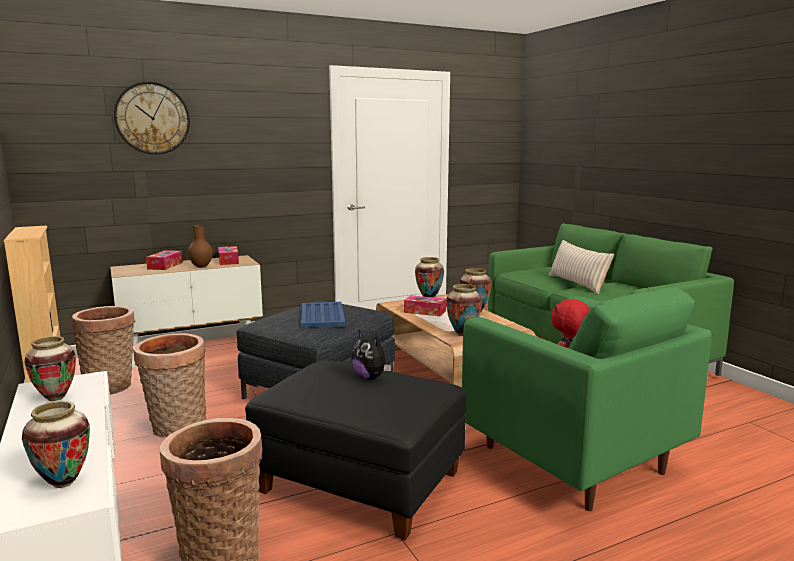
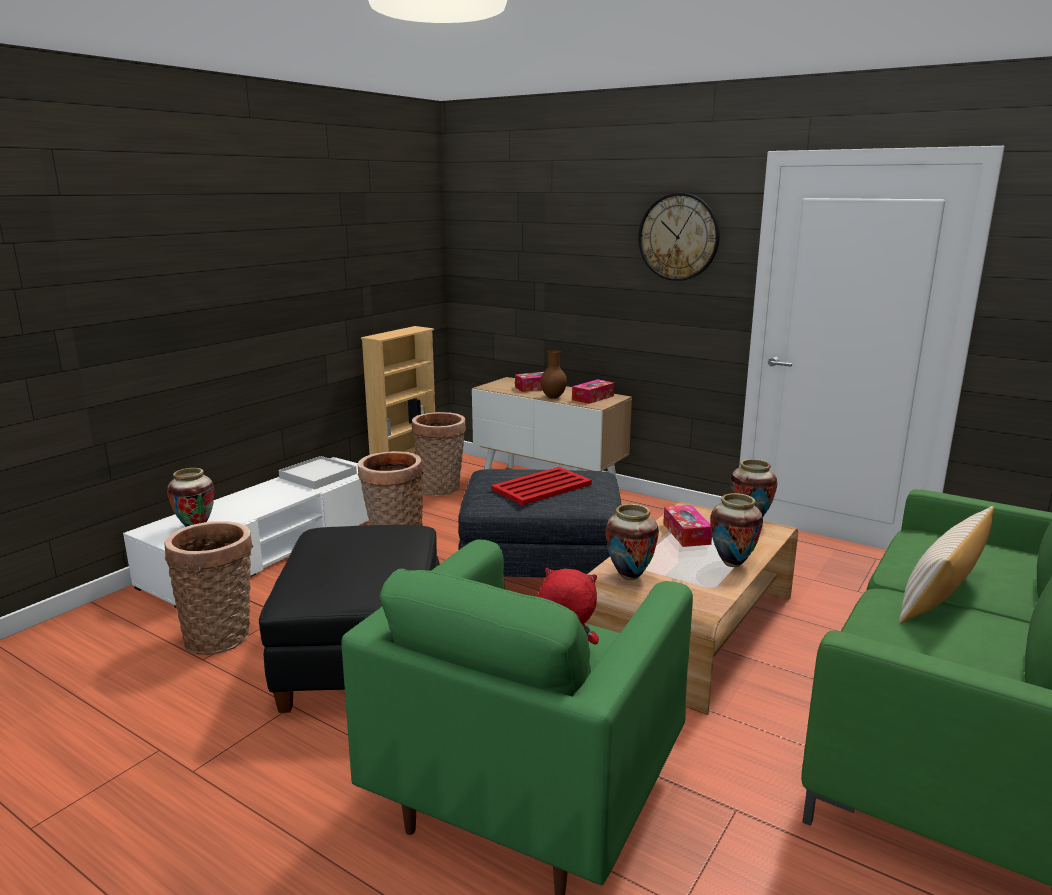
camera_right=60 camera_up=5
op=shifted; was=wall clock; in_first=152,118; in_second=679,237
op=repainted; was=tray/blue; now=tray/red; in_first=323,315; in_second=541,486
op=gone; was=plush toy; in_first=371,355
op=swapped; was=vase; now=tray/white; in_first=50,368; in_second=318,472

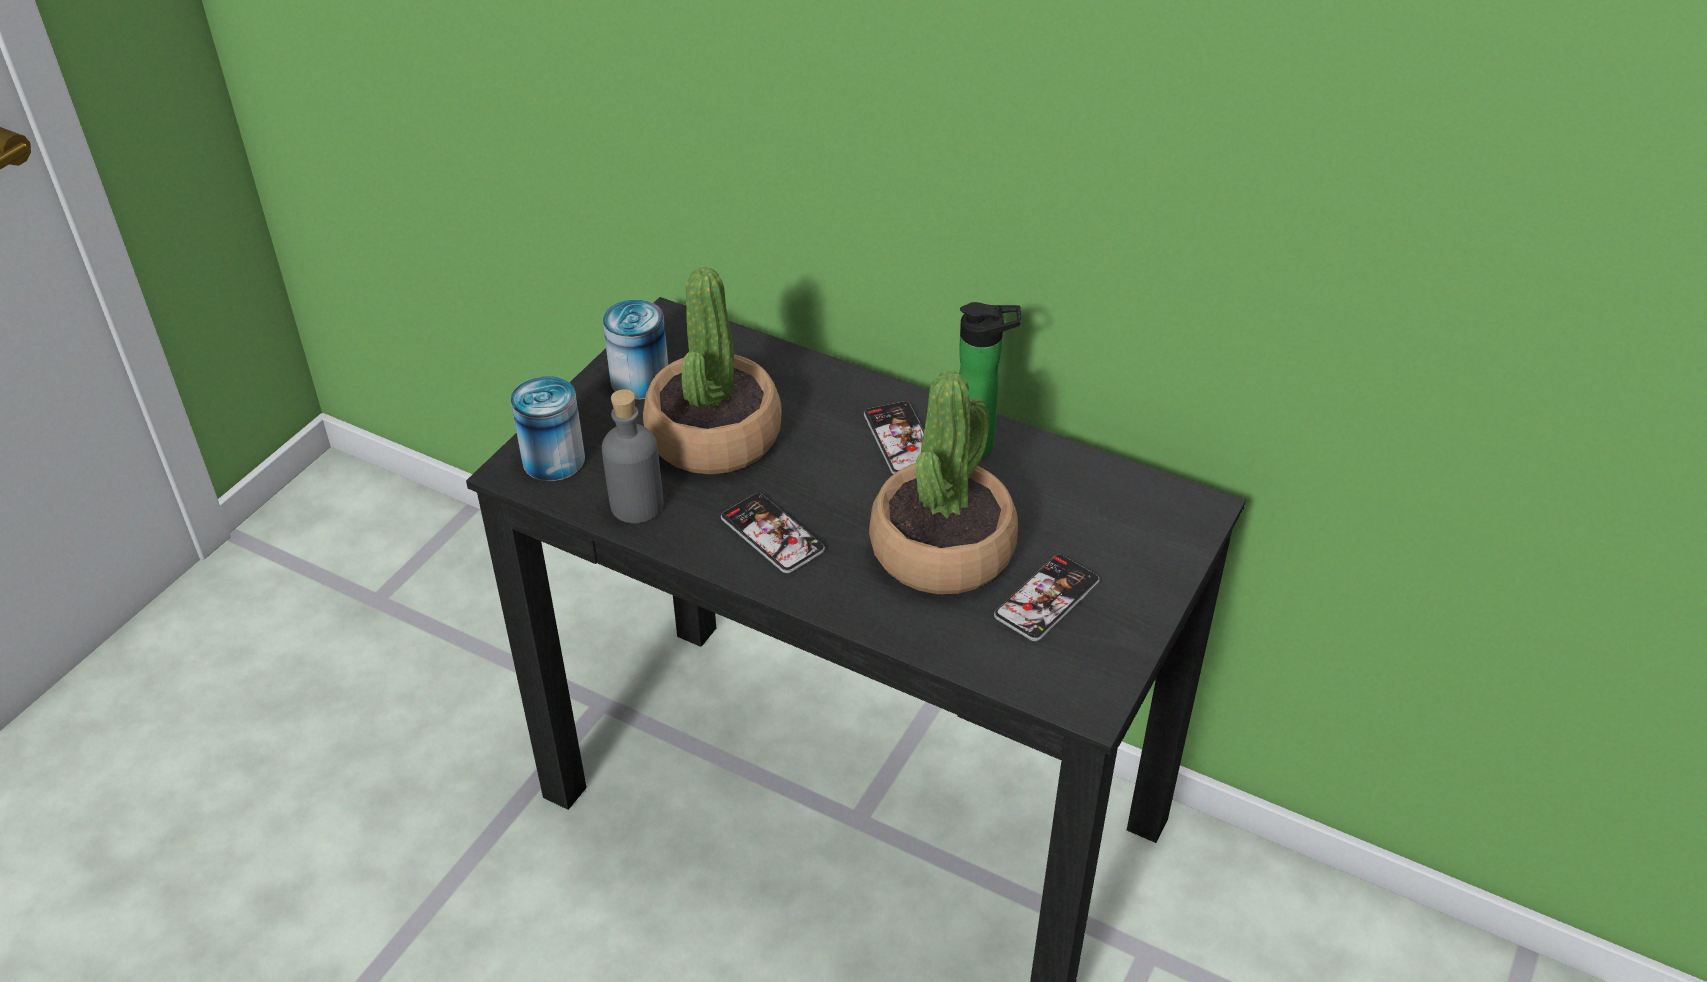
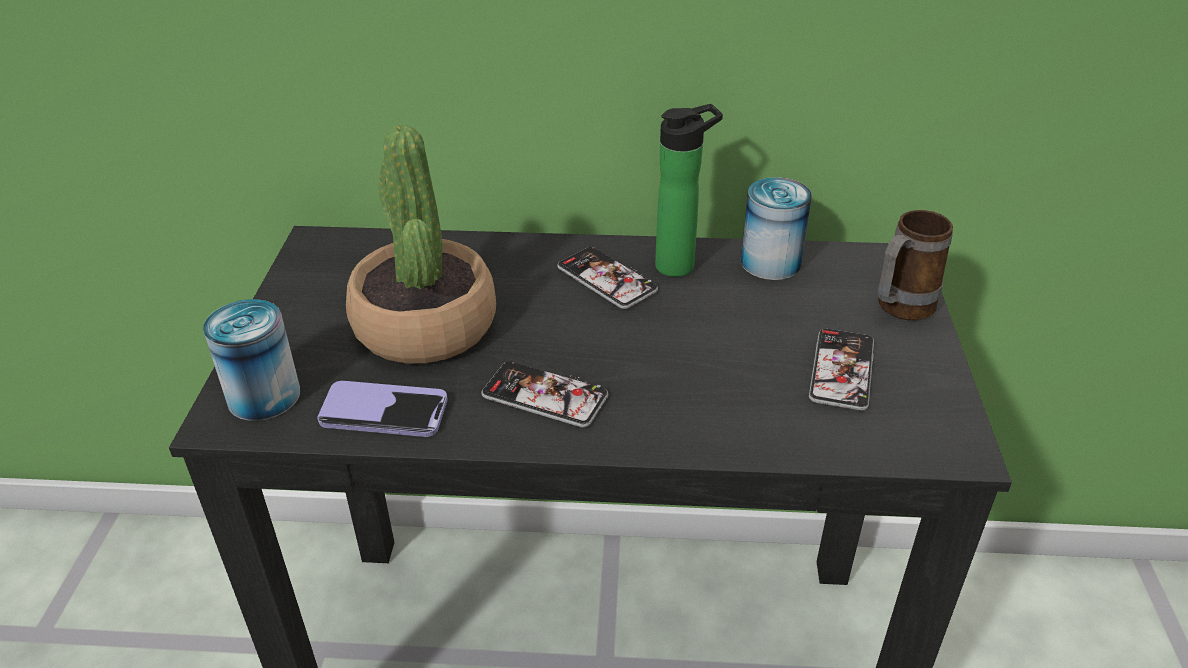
camera_right=-25 camera_up=-5
op=shifted; was=can; in_first=635,350; in_second=776,228
op=gone; was=potted plant; in_first=943,482
op=swapped; was=bottle/grey; now=phone; in_first=633,456; in_second=382,409
op=new; now=mug; in_second=915,265

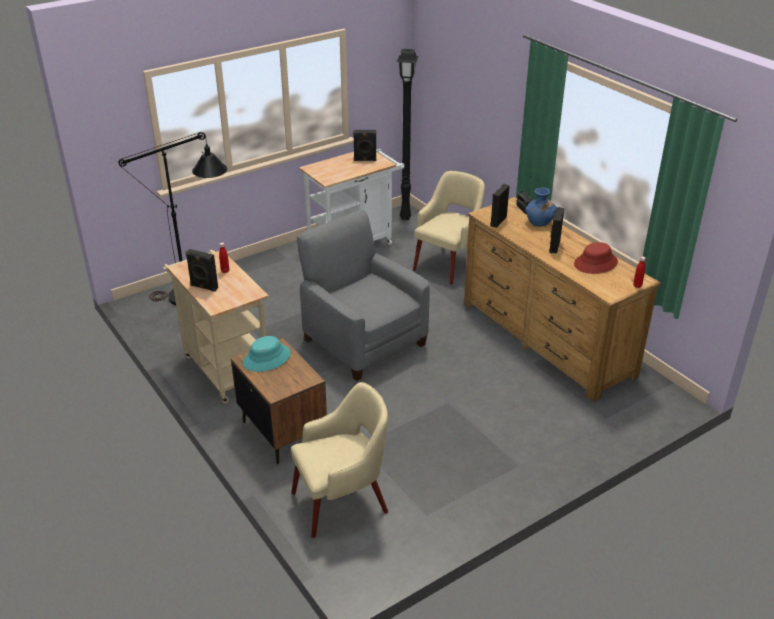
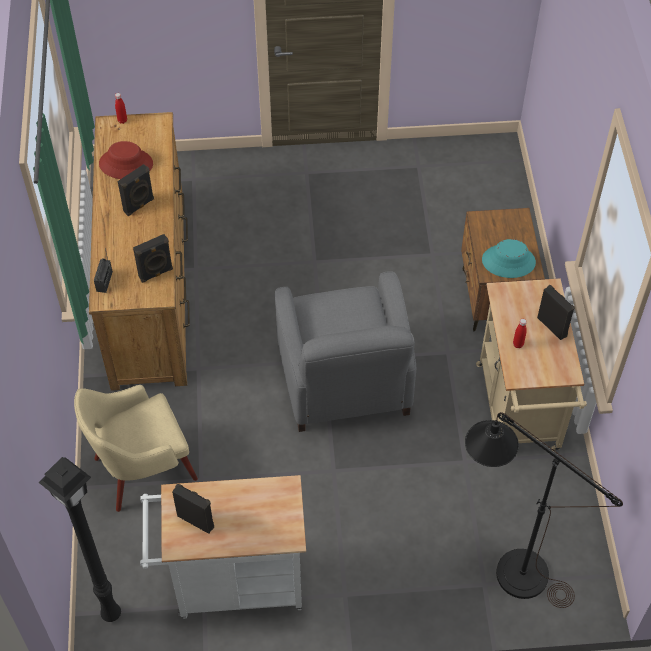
camera_right=-150 camera_up=20
op=gone; was=vase/blue; in_first=541,207
op=gone; was=armchair/beige; in_first=339,460

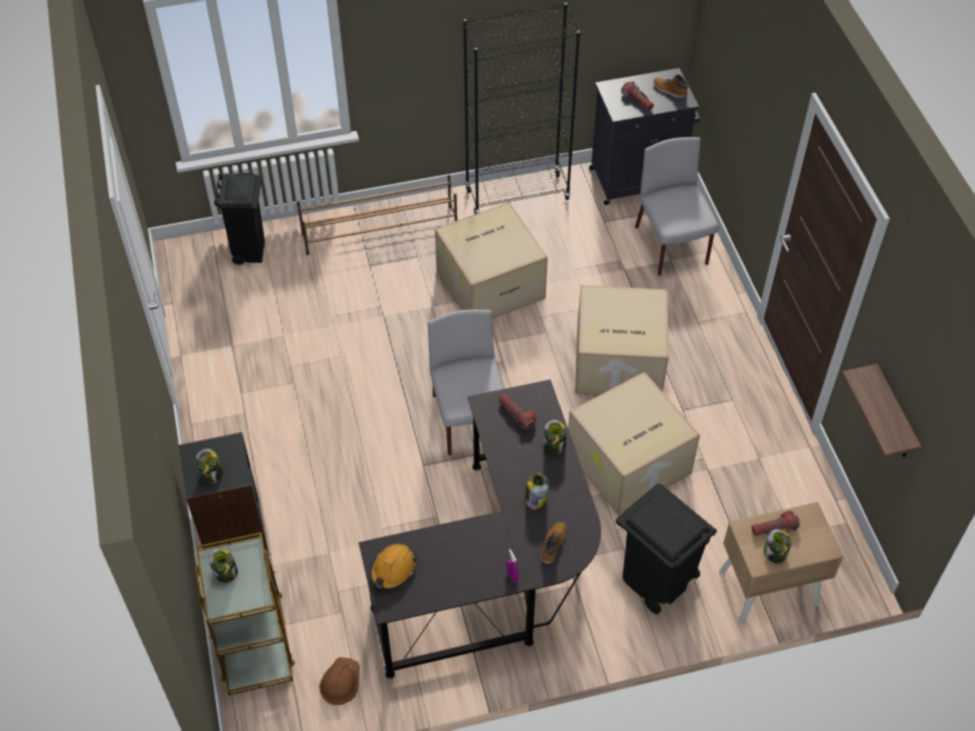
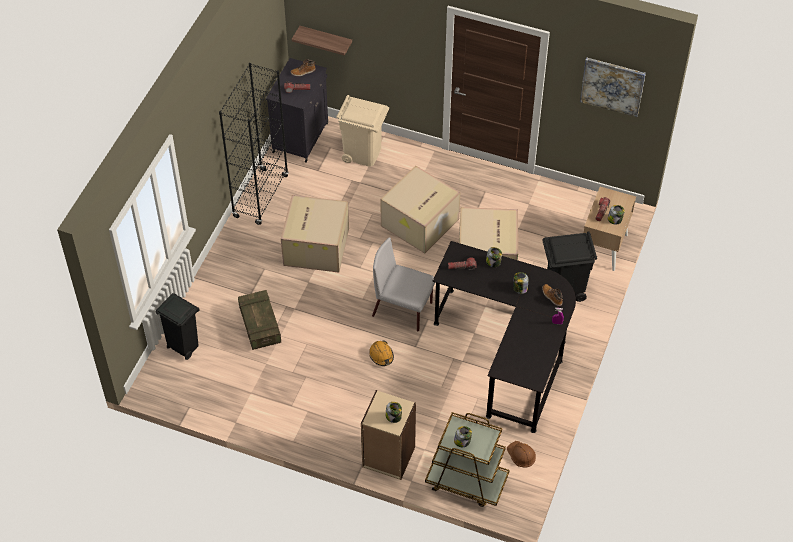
camera_right=-55 camera_up=0
op=swapped; was=chair/grey; now=trash can/beige; in_first=677,206; in_second=362,130
op=gone; was=shoe rack/brown; in_first=377,214
op=shifted; was=shelf; in_first=882,411; in_second=322,41
op=repainted; was=bookcase/black; now=bookcase/beige; in_first=223,492; in_second=388,435
op=shifted; was=hard hat/orange; in_first=394,567; in_second=381,353
op=new; now=picture; in_second=613,87
op=new; now=crate; in_second=259,320

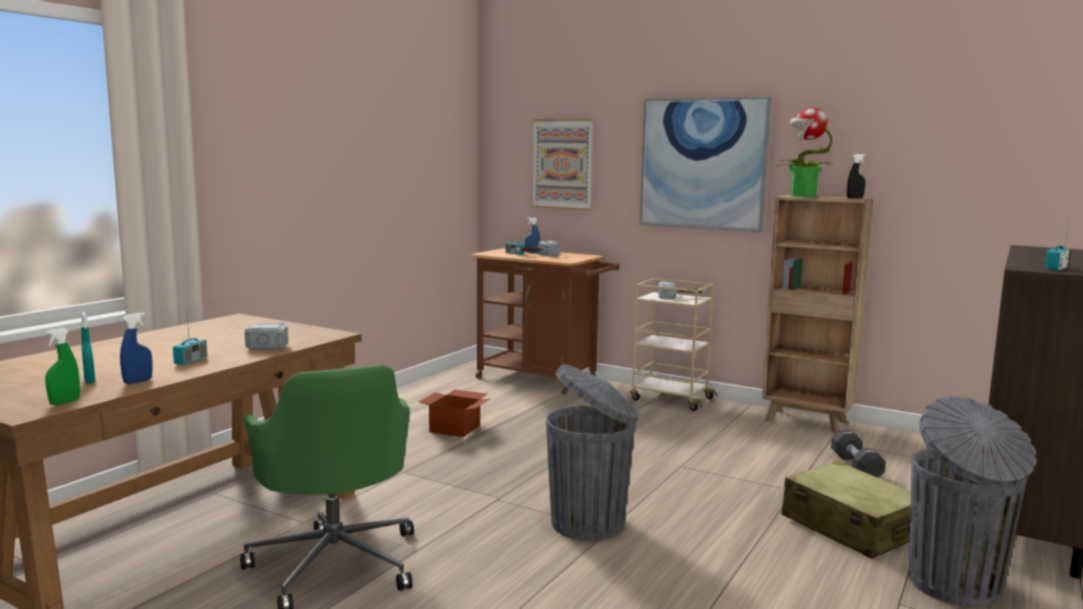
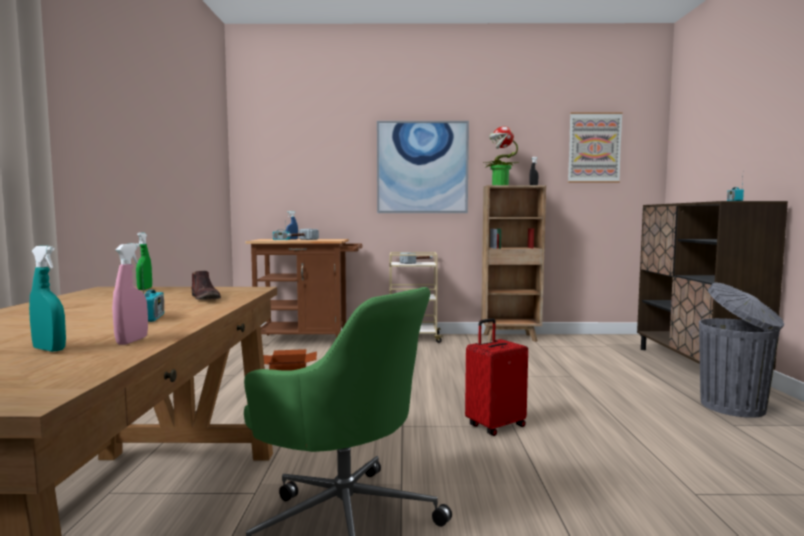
camera_right=-30 camera_up=-5
op=shifted; was=picture; in_first=562,164; in_second=595,147
op=repainted; was=spray bottle/blue; now=spray bottle/pink; in_first=136,348; in_second=130,294
op=swapped; was=hammer; now=shoe/brown; in_first=266,335; in_second=206,285
op=shifted; was=spray bottle/green; in_first=62,366; in_second=144,261
op=swapped; was=trash can/grey; now=suitcase/red; in_first=593,452; in_second=496,377
op=gone; was=dumbbell/black; in_first=858,453
op=gone; was=suitcase/beige; in_first=846,510

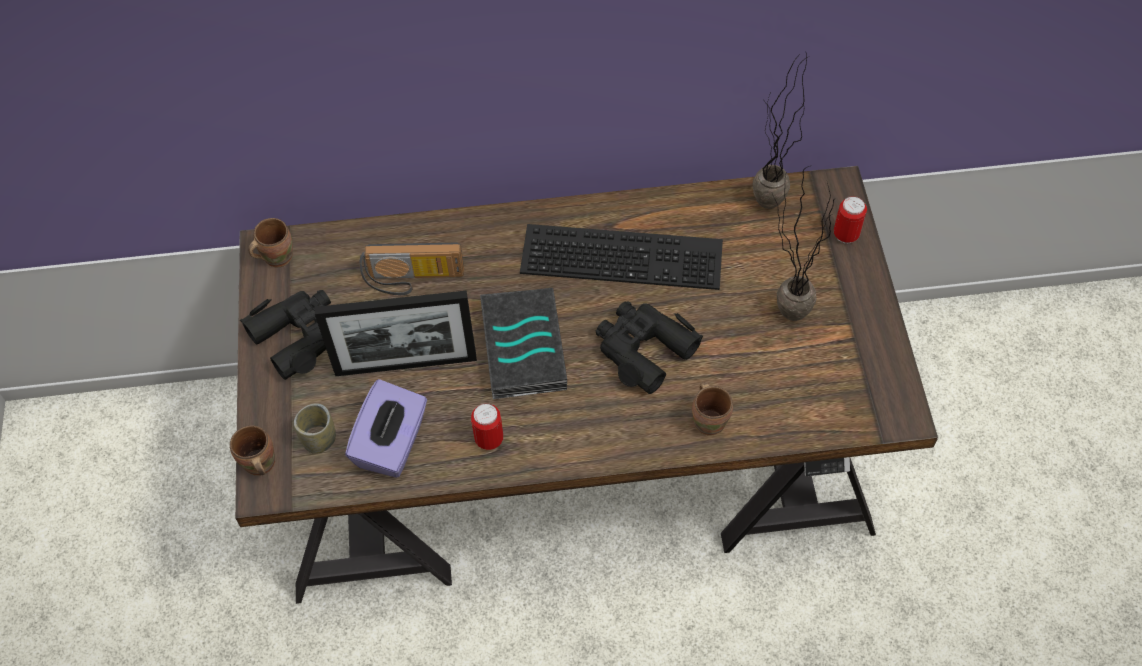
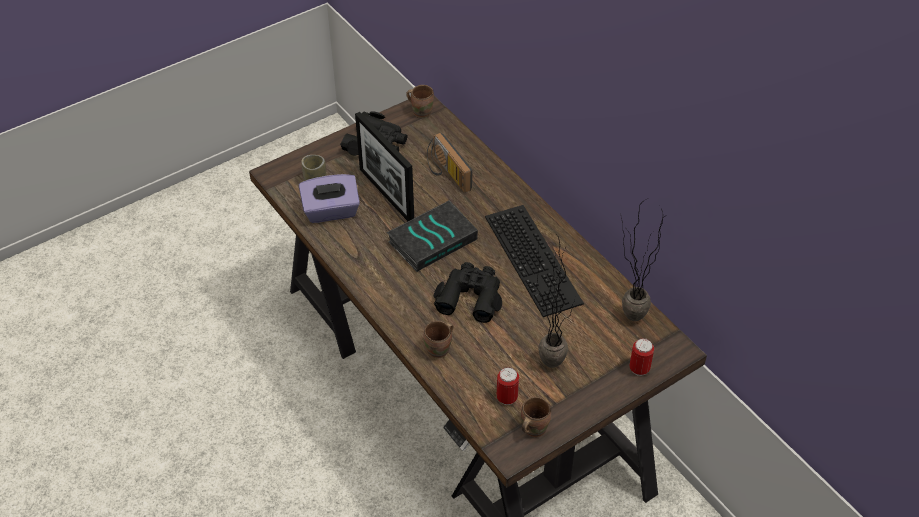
camera_right=60 camera_up=-10
op=shifted; was=can; in_first=487,426; in_second=508,386
op=shifted; was=mug/brown; in_first=252,450; in_second=536,417

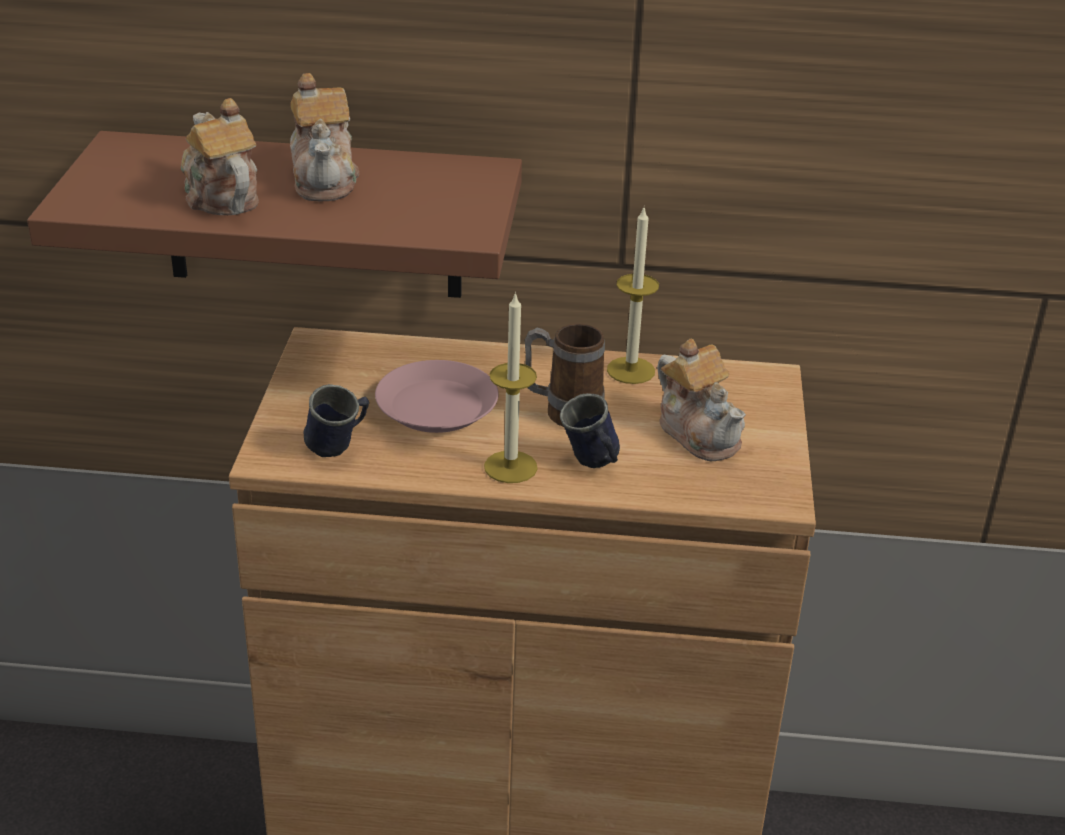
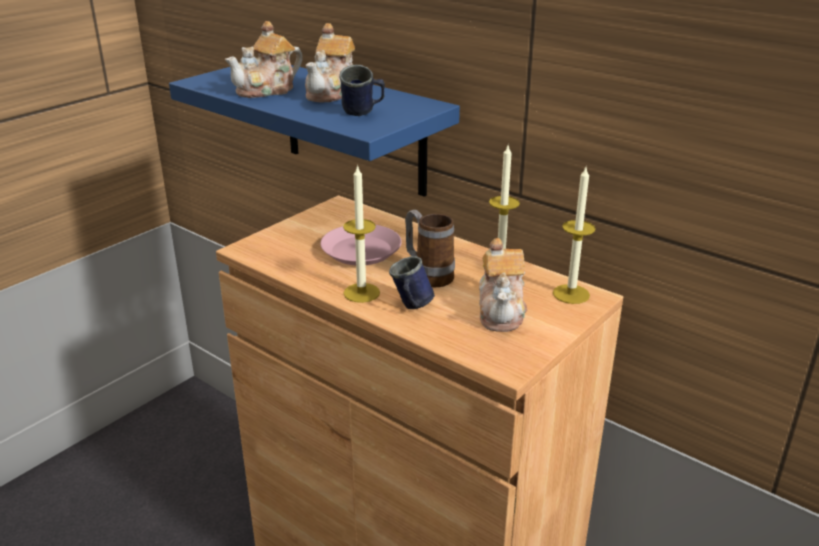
camera_right=35 camera_up=-5
op=rotated; was=teapot; in_first=220,156; in_second=264,59; clockwise=-135
op=repainted; was=shelf/brown; now=shelf/blue; in_first=274,214; in_second=314,131
op=shifted; was=mug/blue; in_first=336,420; in_second=362,90
op=new; now=candle; in_second=574,235

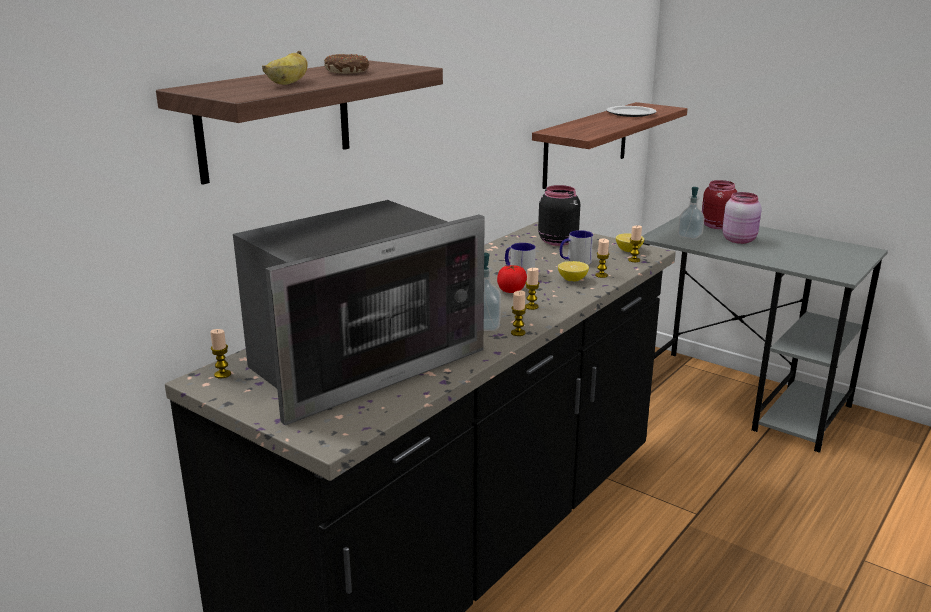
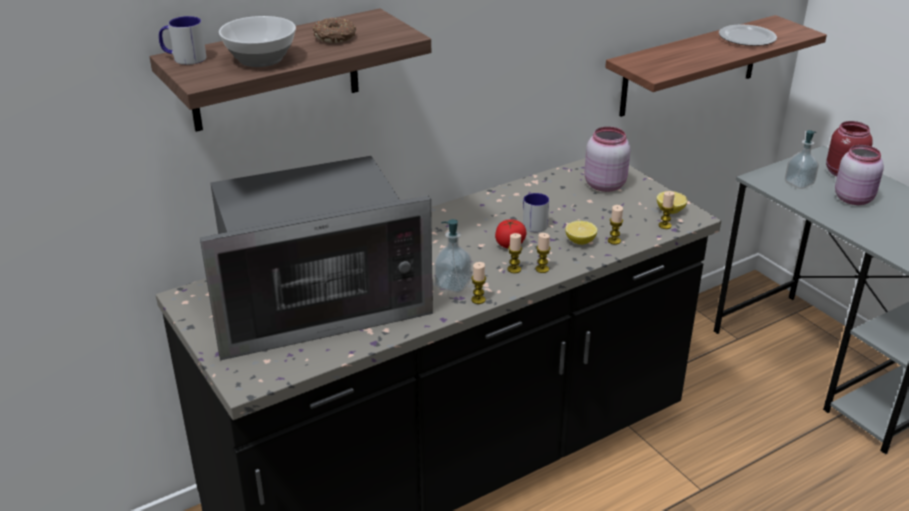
camera_right=20 camera_up=10
op=swapped; was=banana; now=bowl; in_first=285,68; in_second=257,41
op=repainted; was=jar/black; now=jar/pink; in_first=559,215; in_second=607,159
op=shifted; was=mug; in_first=576,247; in_second=182,40
op=shifted; was=candle; in_first=220,353; in_second=543,253

